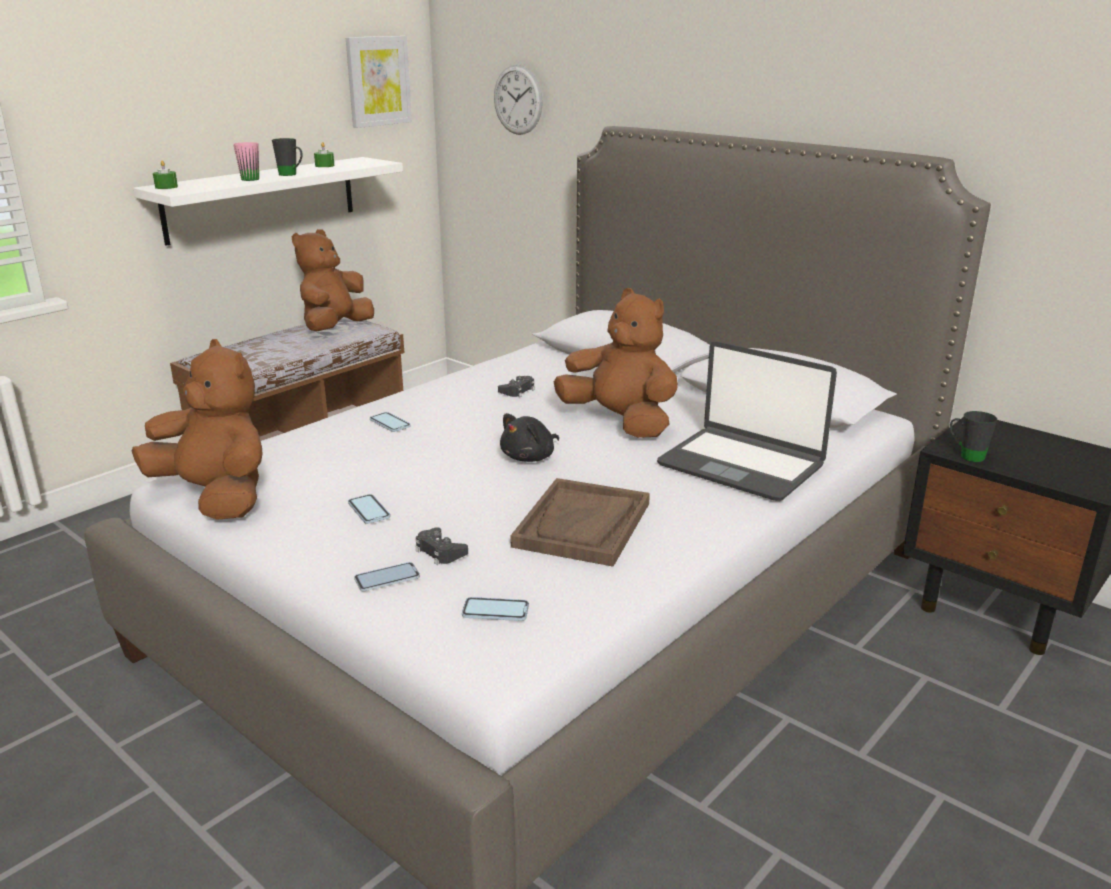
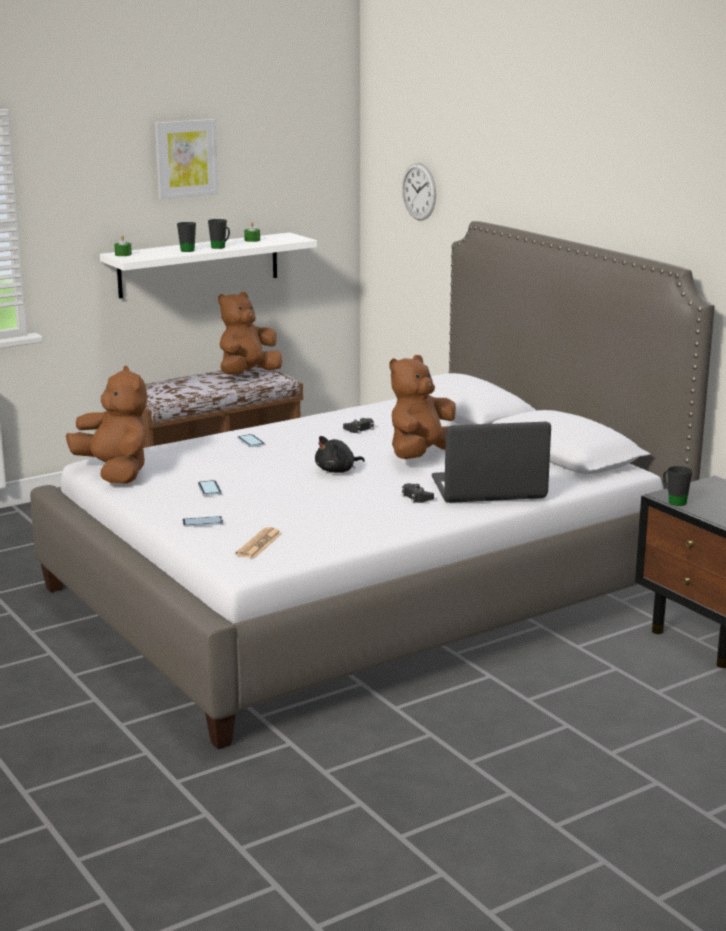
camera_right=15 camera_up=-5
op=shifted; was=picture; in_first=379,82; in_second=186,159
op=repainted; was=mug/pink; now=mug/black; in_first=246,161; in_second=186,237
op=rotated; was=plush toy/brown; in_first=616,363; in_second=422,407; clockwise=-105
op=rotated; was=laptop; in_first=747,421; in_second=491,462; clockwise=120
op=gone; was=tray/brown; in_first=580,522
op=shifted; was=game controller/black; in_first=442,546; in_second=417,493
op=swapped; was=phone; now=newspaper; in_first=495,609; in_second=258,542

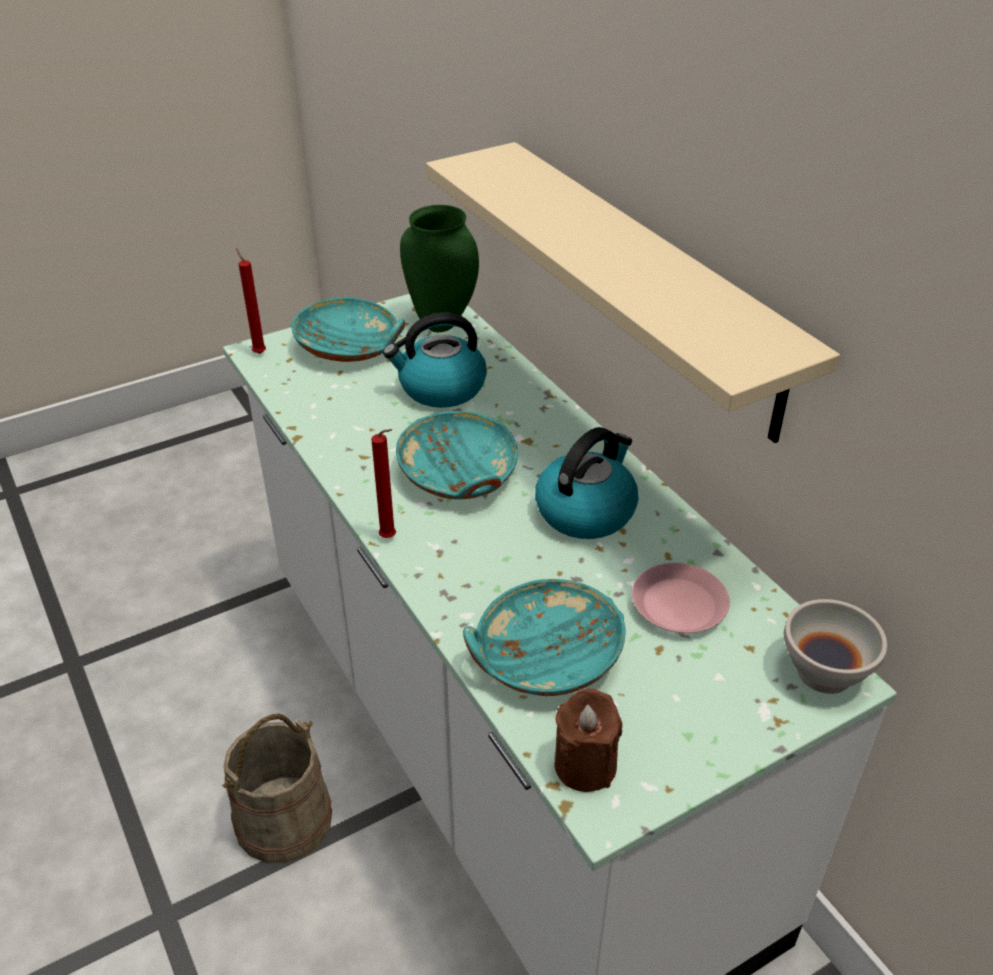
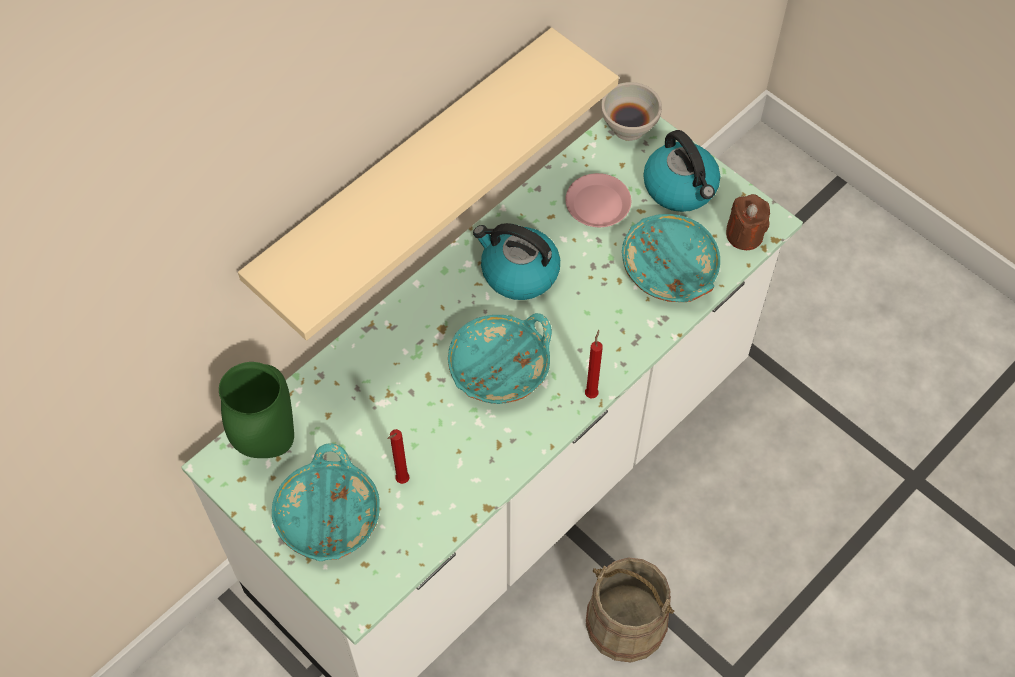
camera_right=-105 camera_up=20
op=shifted; was=candle/red; in_first=251,301; in_second=398,456
op=shifted; was=kettle; in_first=435,360; in_second=681,171

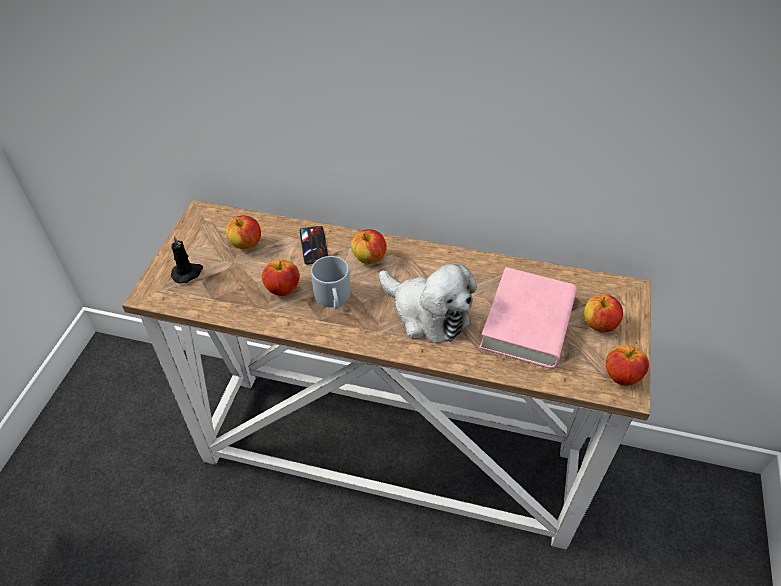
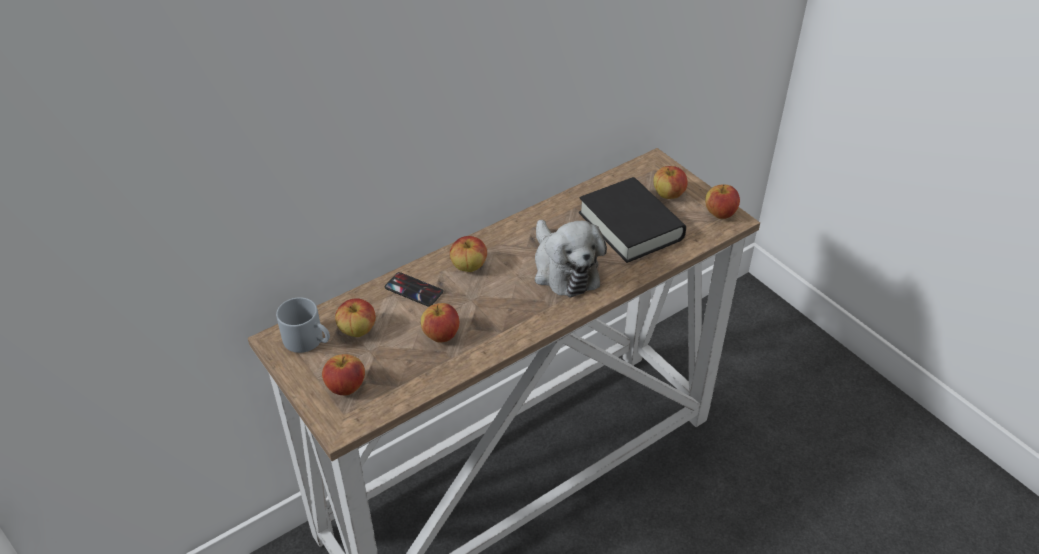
camera_right=-50 camera_up=-5
op=swapped; was=candle/black; now=apple; in_first=187,260; in_second=343,375
op=shifted; was=mug/grey; in_first=331,282; in_second=303,325
op=rotated; was=plush toy; in_first=428,303; in_second=571,258; clockwise=75
op=repainted; was=book/pink; now=book/black; in_first=528,318; in_second=632,220

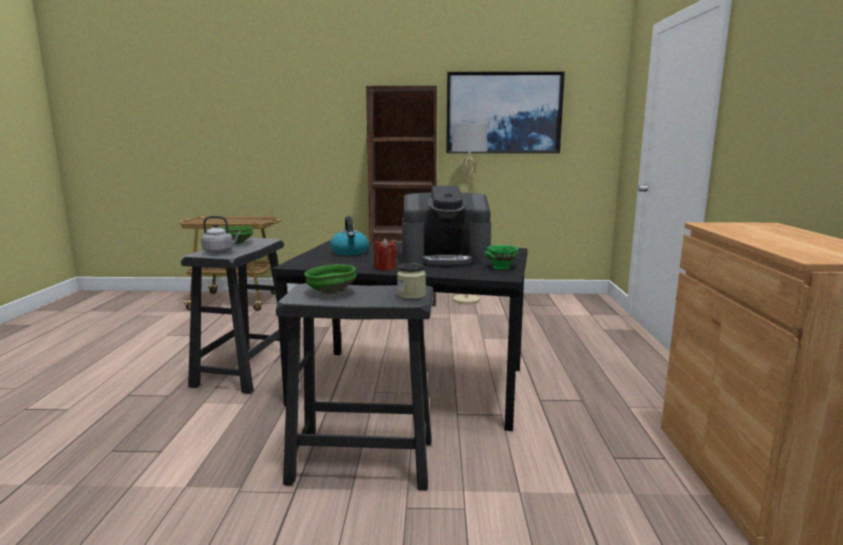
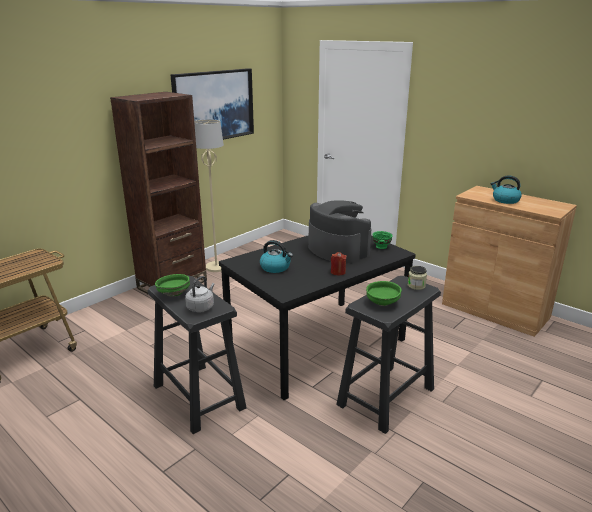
camera_right=-50 camera_up=10
op=rotated; was=coffee machine; in_first=446,226; in_second=339,231; clockwise=-75
op=new; now=kettle; in_second=506,189

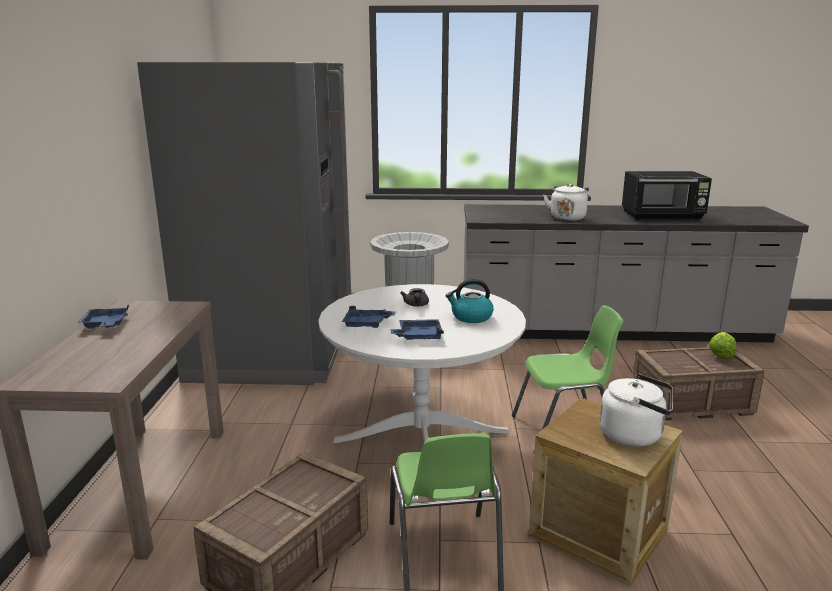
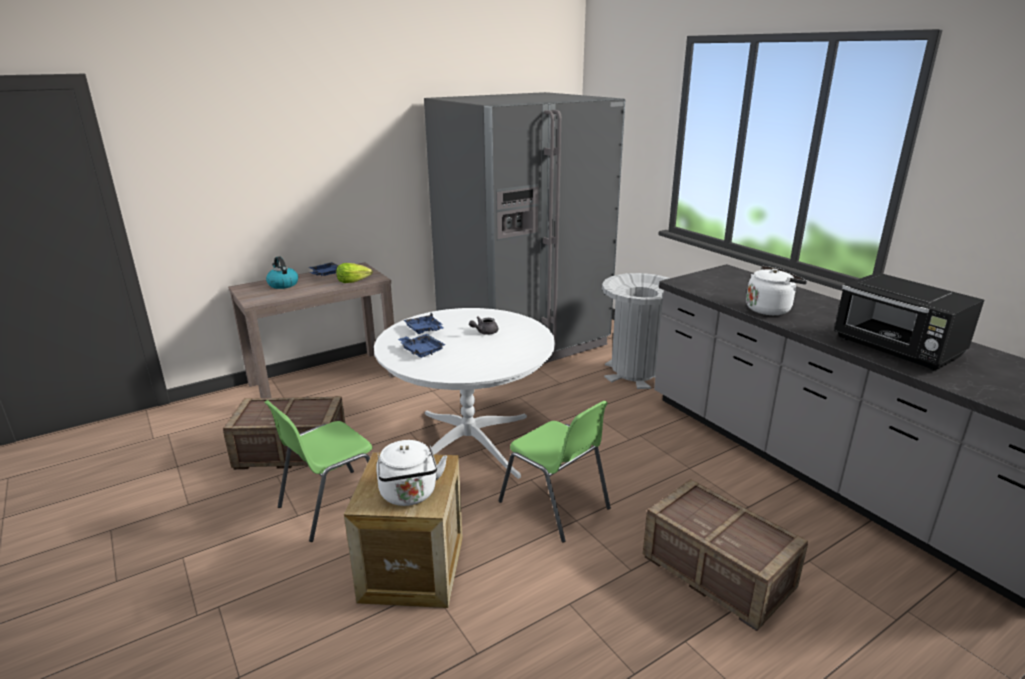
camera_right=55 camera_up=5
op=shifted; was=kettle; in_first=469,301; in_second=282,272
op=shifted; was=lettuce; in_first=722,345; in_second=354,273

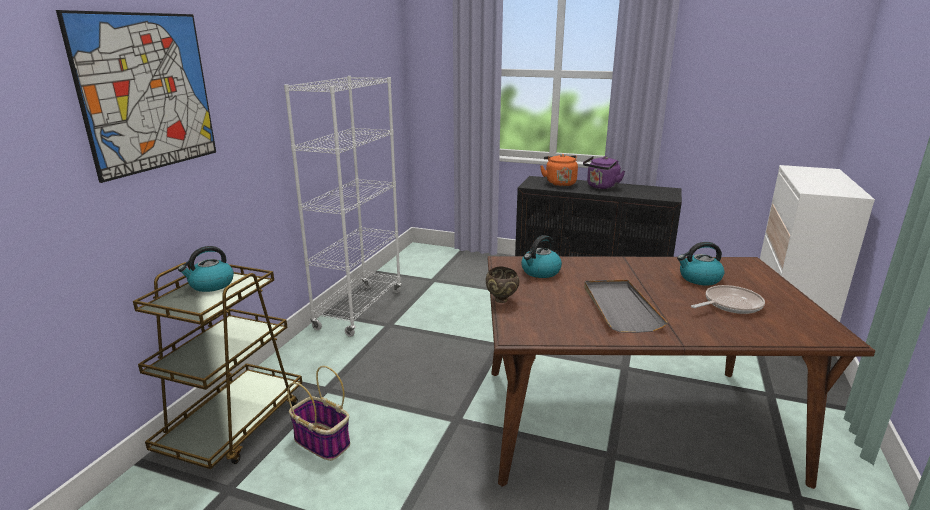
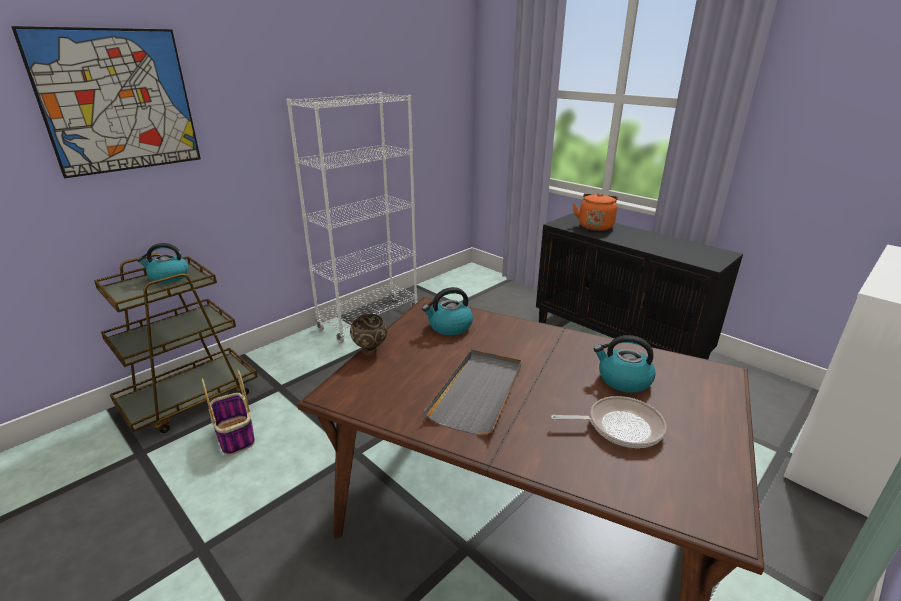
camera_right=25 camera_up=5
op=gone; was=kettle/purple; in_first=604,172

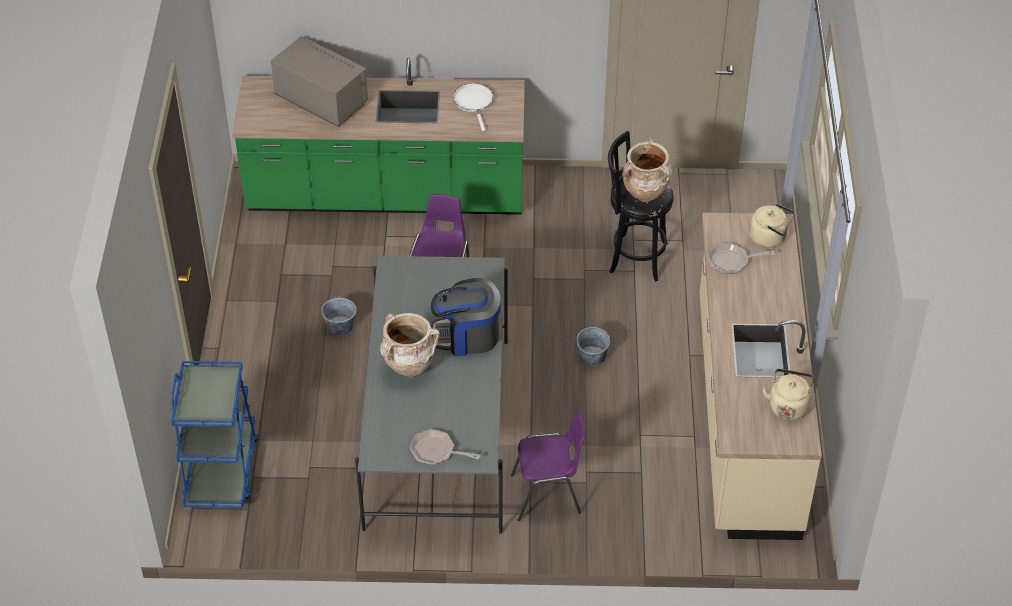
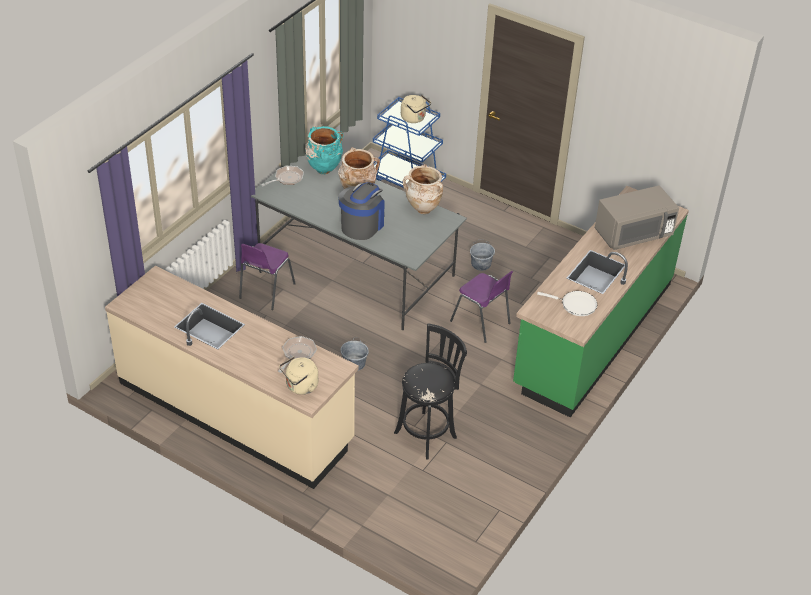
camera_right=120 camera_up=-5
op=shifted; was=vase/beige; in_first=647,170; in_second=423,189
op=shifted; was=kettle/beige; in_first=788,394; in_second=416,109
op=new; now=vase/turquoise; in_second=324,150

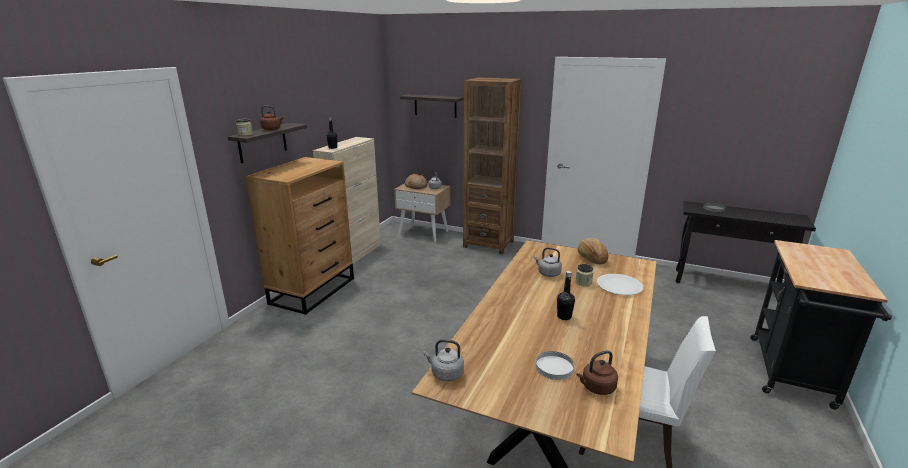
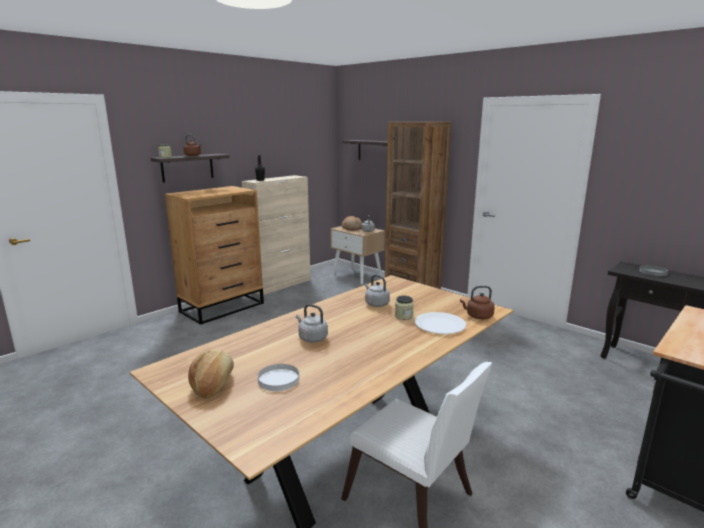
camera_right=20 camera_up=-5
op=shifted; was=bread; in_first=593,251; in_second=211,374
op=gone; was=bottle/black; in_first=566,295
op=shifted; was=kettle/grey; in_first=444,360; in_second=312,323
op=shifted; was=kettle/brown; in_first=597,372; in_second=477,302

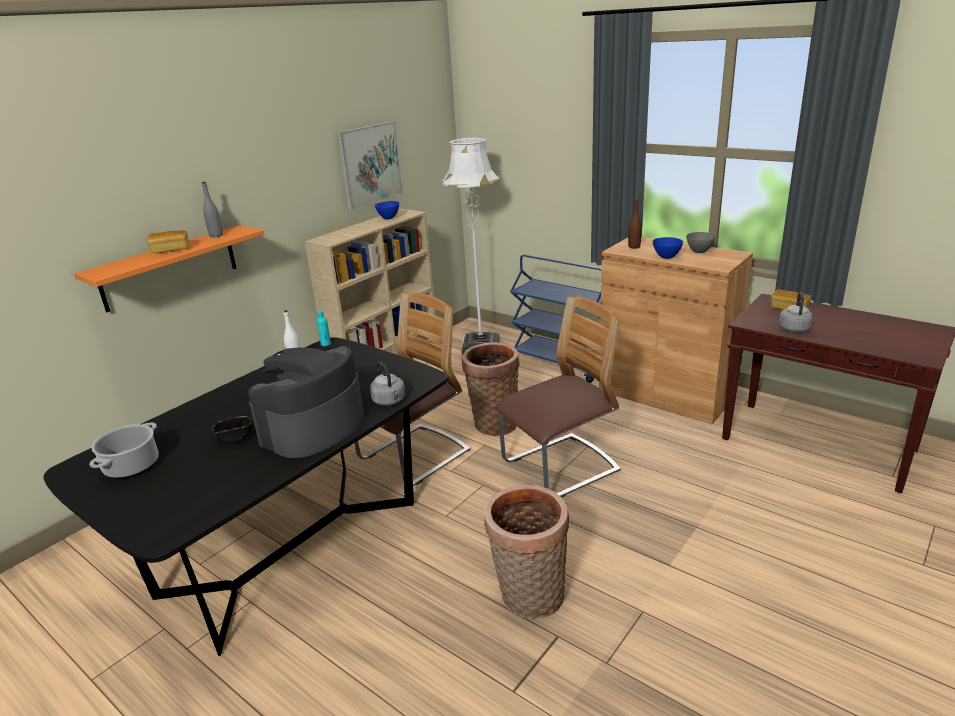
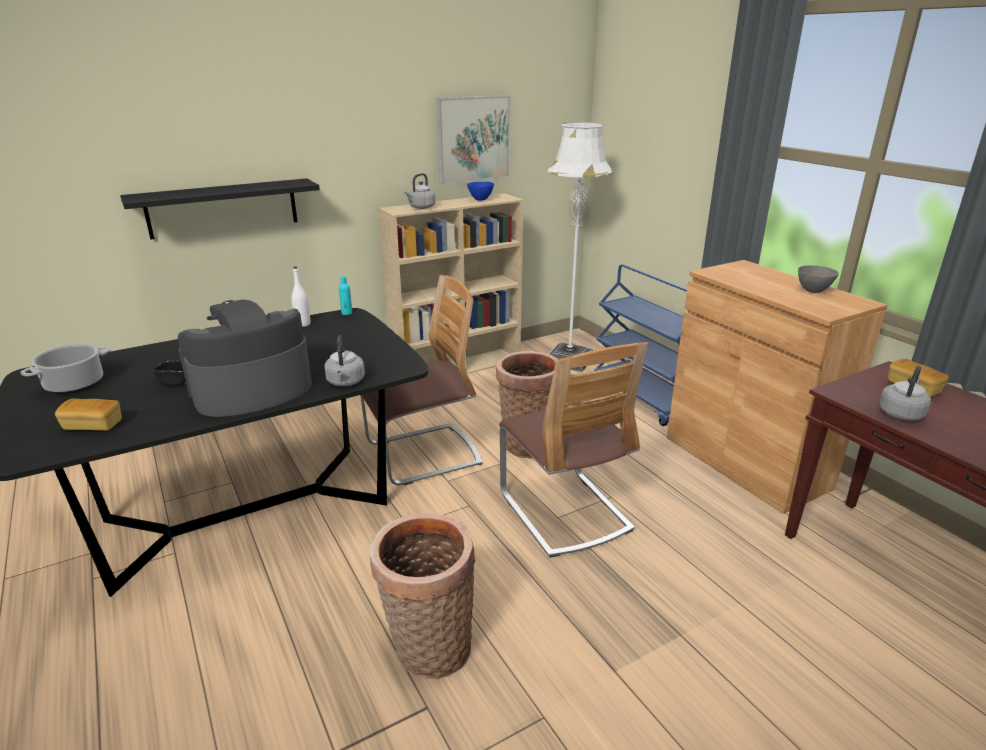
camera_right=20 camera_up=0
op=gone; was=bottle/grey; in_first=212,210
op=gone; was=bottle/brown; in_first=635,224
op=repainted; was=shelf/orange; now=shelf/black; in_first=169,268; in_second=220,208
op=shifted; was=bread; in_first=168,241; in_second=88,414
op=gone; was=bowl/blue; in_first=668,248
op=rotated; was=chair; in_first=558,397; in_second=573,450; clockwise=75
op=new; now=kettle/grey; in_second=419,191

